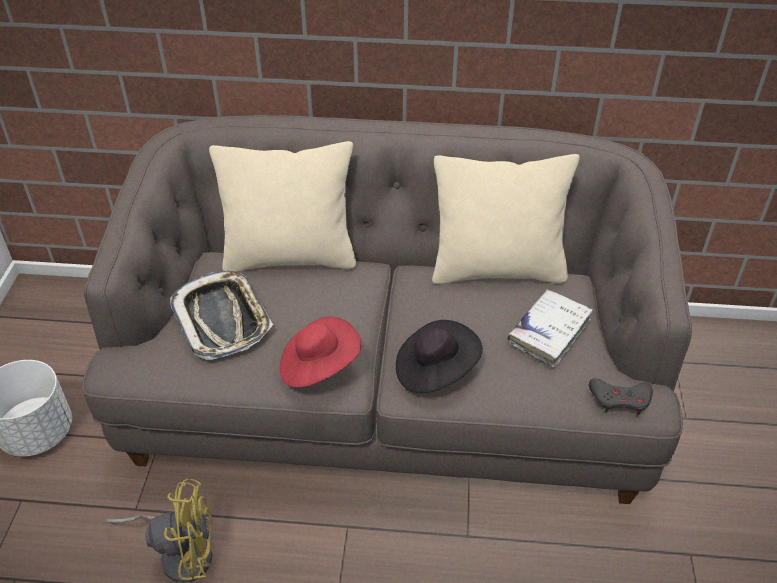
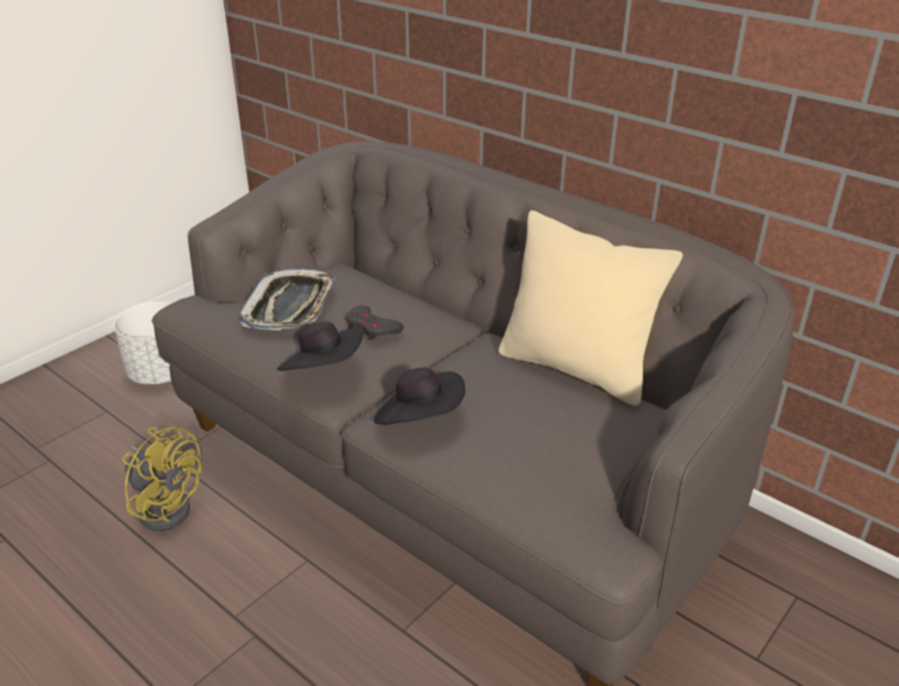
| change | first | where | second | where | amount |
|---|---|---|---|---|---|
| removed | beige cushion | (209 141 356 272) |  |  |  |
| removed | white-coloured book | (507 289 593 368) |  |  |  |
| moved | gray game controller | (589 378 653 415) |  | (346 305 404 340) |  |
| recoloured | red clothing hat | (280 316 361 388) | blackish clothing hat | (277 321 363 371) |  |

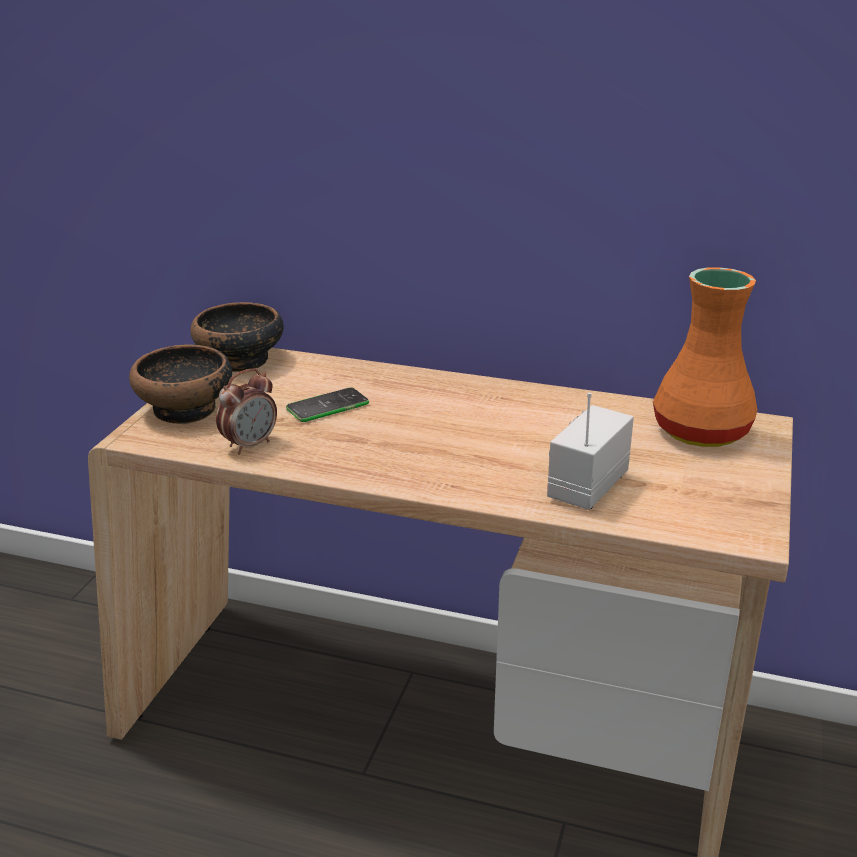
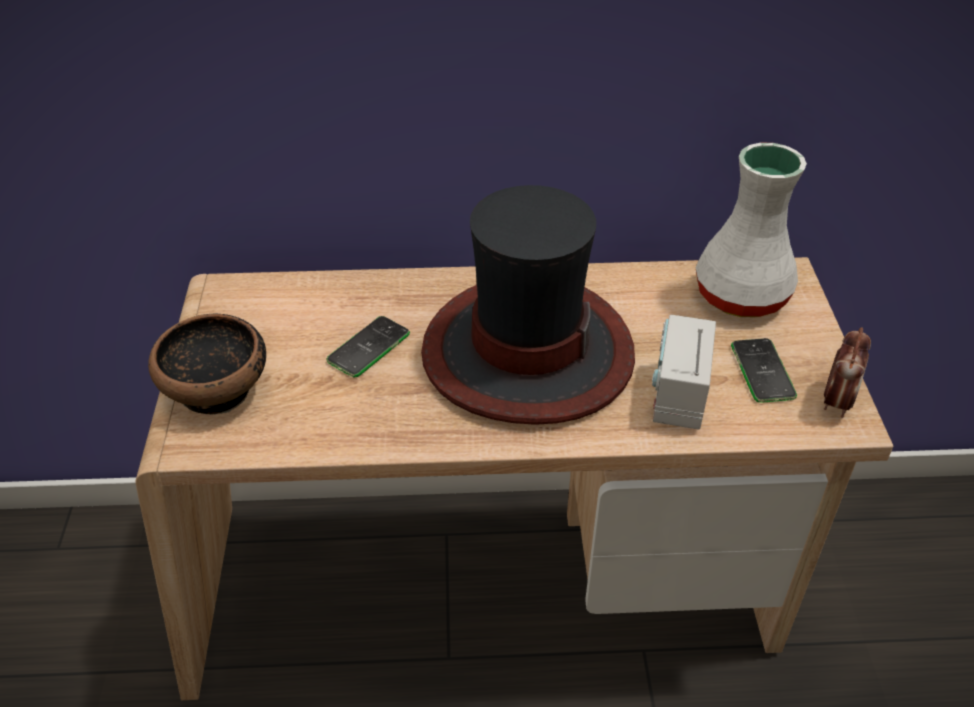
| change | first | where | second | where | amount |
|---|---|---|---|---|---|
| removed | deep dish | (190 302 284 372) |  |  |  |
| added |  |  | clothing hat | (421 185 635 425) |  |
| added |  |  | telephone | (731 338 797 403) |  |
| moved | alarm clock | (216 368 277 455) |  | (824 327 871 418) |  |
| recoloured | orange flower vase | (653 267 757 447) | white-coloured flower vase | (695 143 807 317) |  |

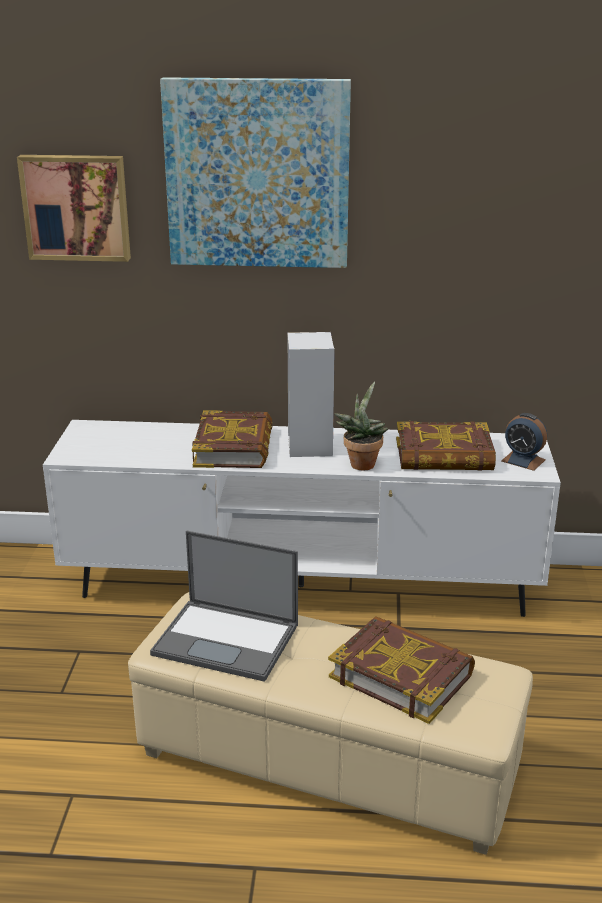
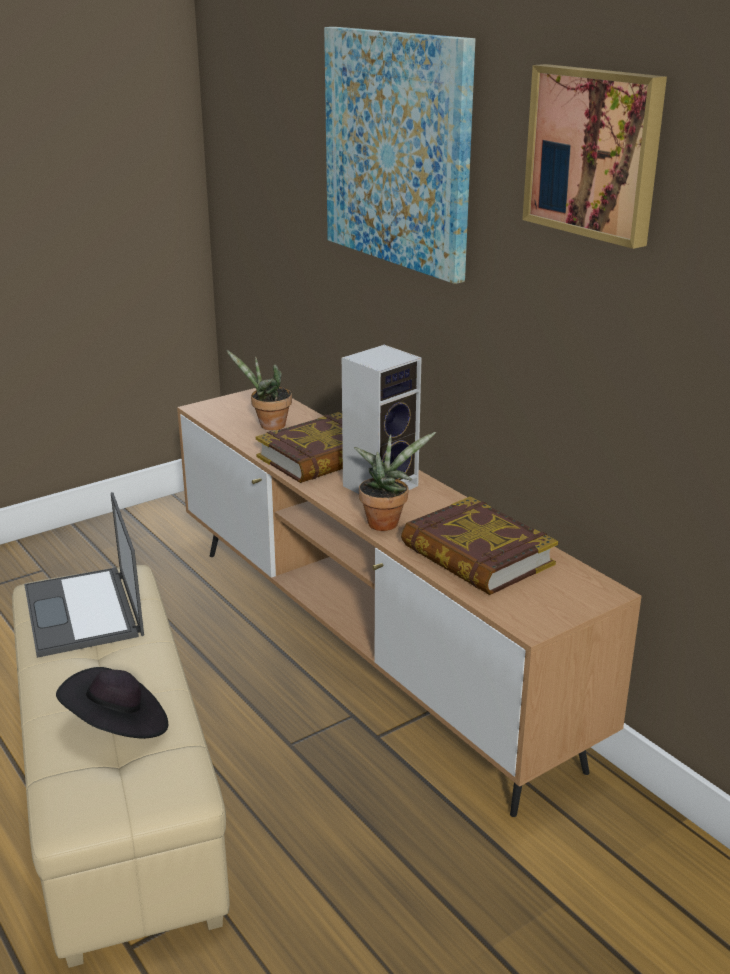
| change | first | where | second | where | amount |
|---|---|---|---|---|---|
| removed | alarm clock | (501 413 547 471) |  |  |  |
| added |  |  | potted plant | (226 350 292 430) |  |
| moved | wall art | (17 155 131 262) |  | (522 64 667 249) |  |
| replaced | book | (328 616 475 724) | blackish clothing hat | (56 667 168 739) |  |
| recoloured | white-coloured tv unit | (43 420 561 617) | brown tv unit | (177 388 642 817) |  |

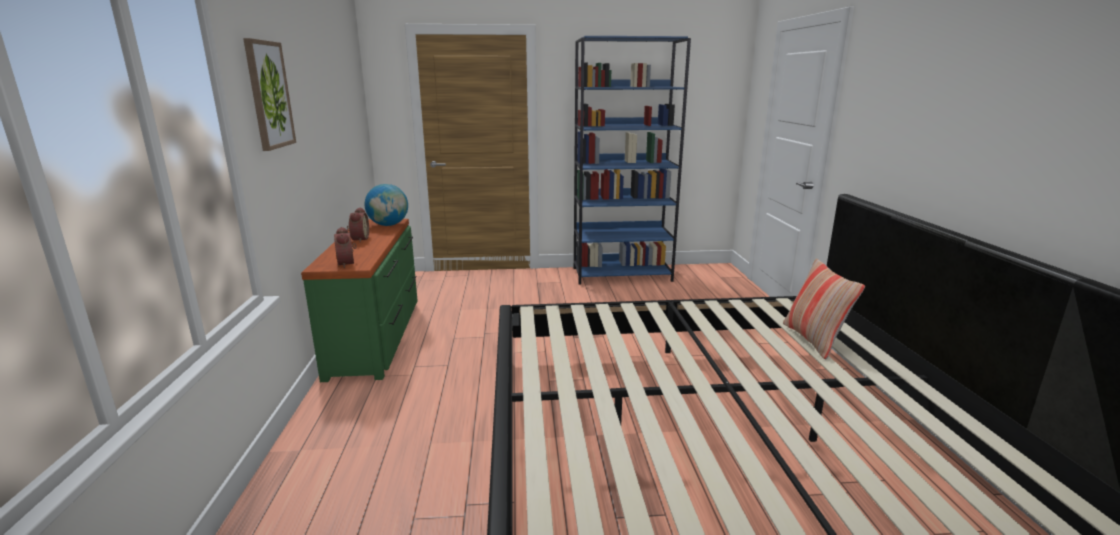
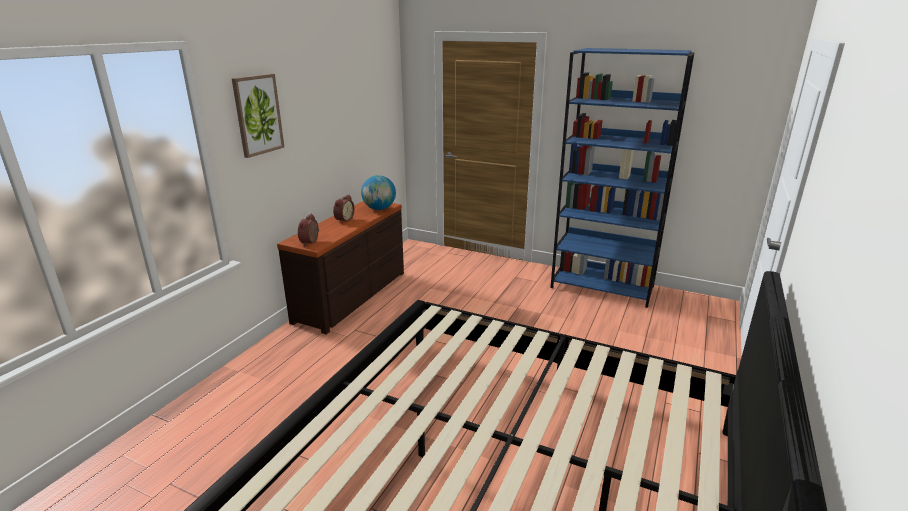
| change | first | where | second | where | amount |
|---|---|---|---|---|---|
| removed | cushion | (783 259 865 359) |  |  |  |
| recoloured | greenish drawer chest | (301 219 418 382) | brown drawer chest | (277 201 404 334) |  |

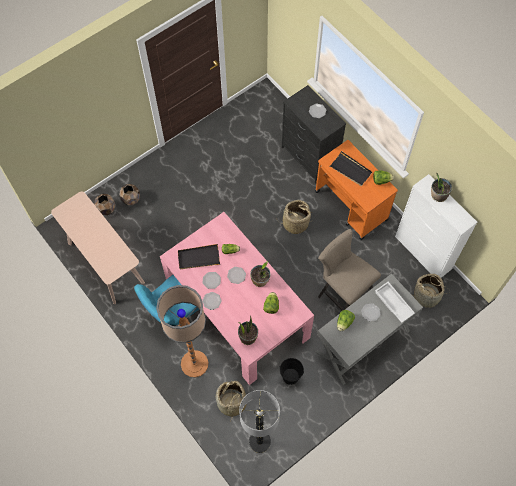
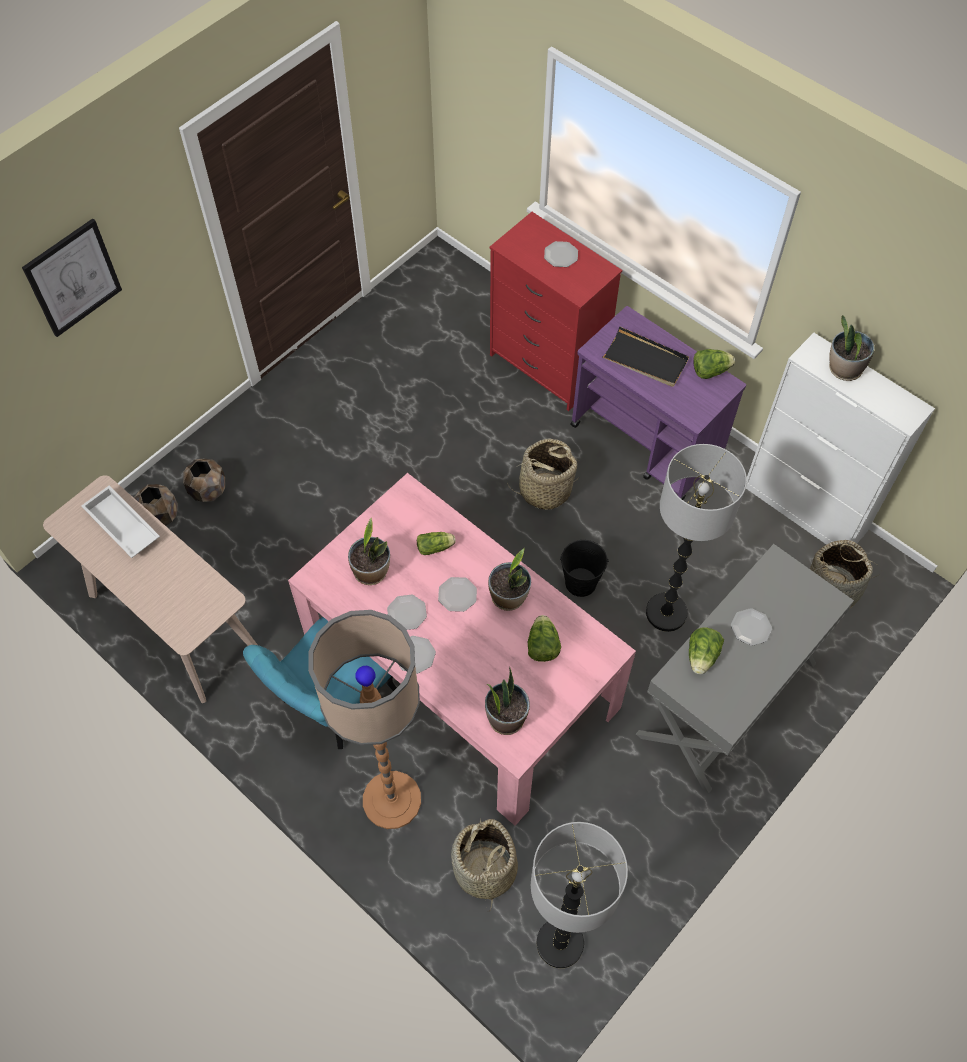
| change | first | where | second | where | amount |
|---|---|---|---|---|---|
| added |  |  | wall art | (22 218 122 337) |  |
| moved | blackish water bucket | (279 358 304 385) |  | (560 540 609 597) |  |
| moved | white-coloured serving tray | (375 282 415 323) |  | (81 486 160 558) |  |
| replaced | blackish serving tray | (178 244 220 269) | potted plant | (348 518 390 585) |  |
| replaced | beige stool seat | (318 229 381 310) | standard lamp | (646 444 747 632) |  |
| recoloured | blackish drawer chest | (282 85 346 184) | red drawer chest | (490 212 622 411) |  |
| recoloured | orange wheeled cart | (315 140 398 240) | purplish wheeled cart | (570 306 746 500) |  |

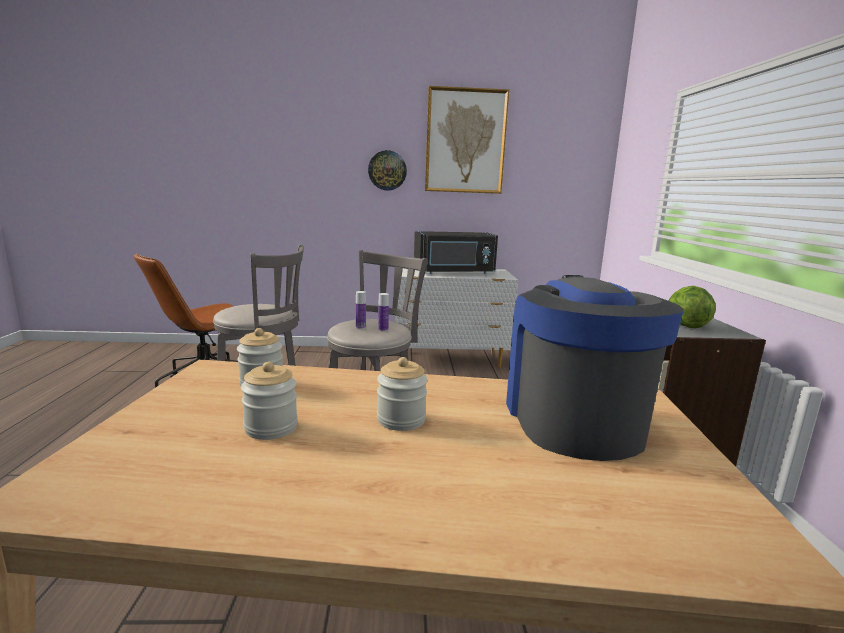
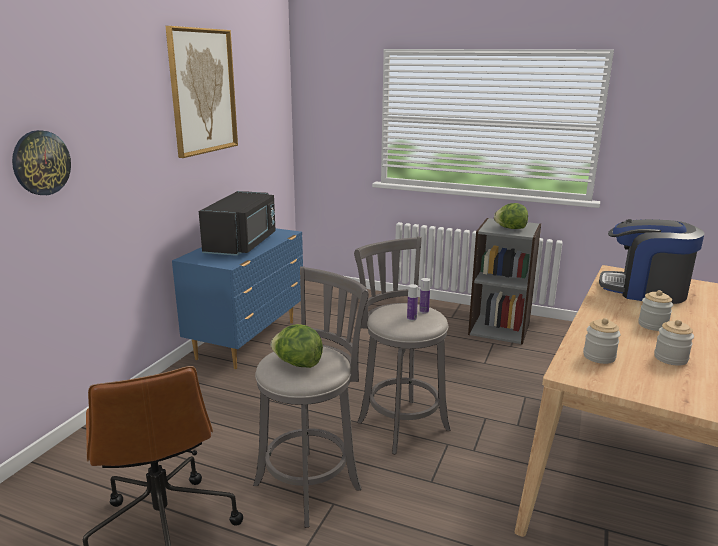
| change | first | where | second | where | amount |
|---|---|---|---|---|---|
| added |  |  | lettuce head | (271 324 323 368) |  |
| moved | hanging clock | (368 150 407 191) |  | (12 130 71 195) |  |
| recoloured | white-coloured drawer chest | (395 268 518 368) | blue-coloured drawer chest | (172 228 303 369) |  |

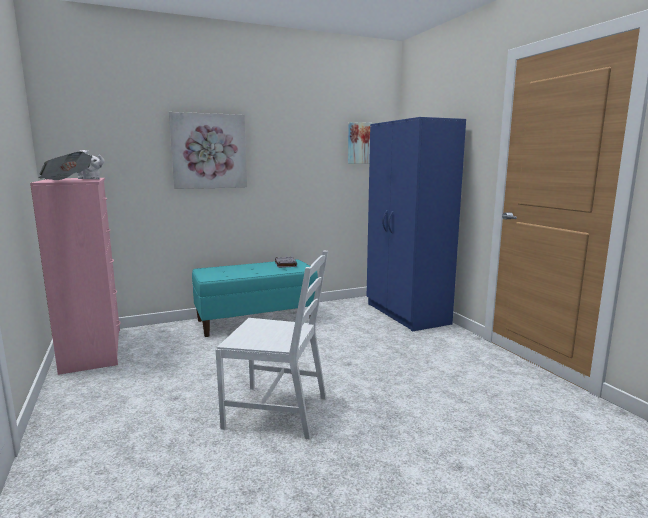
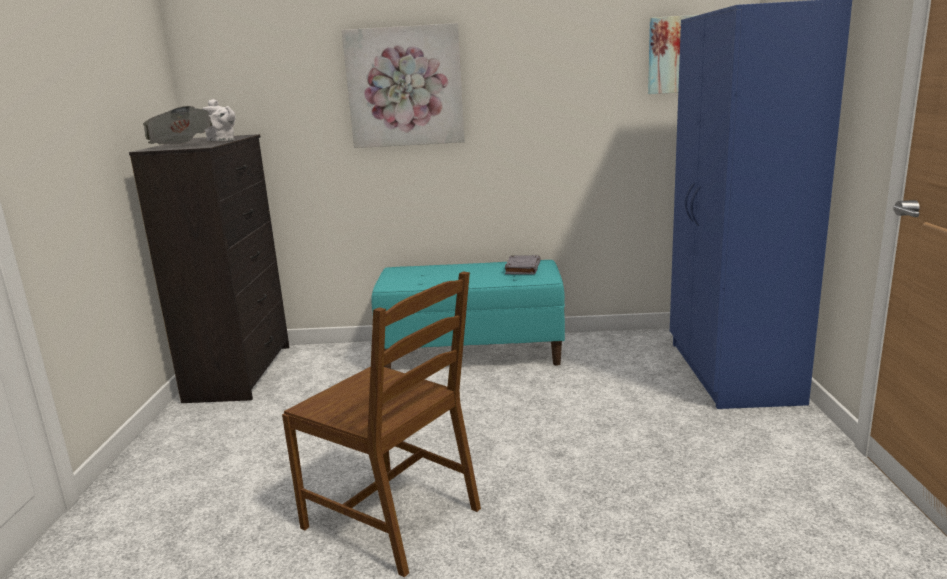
| change | first | where | second | where | amount |
|---|---|---|---|---|---|
| recoloured | pinkish drawer chest | (30 178 121 375) | blackish drawer chest | (129 134 289 403) |  |
| recoloured | white-coloured chair | (216 251 328 439) | brown chair | (282 271 481 578) |  |

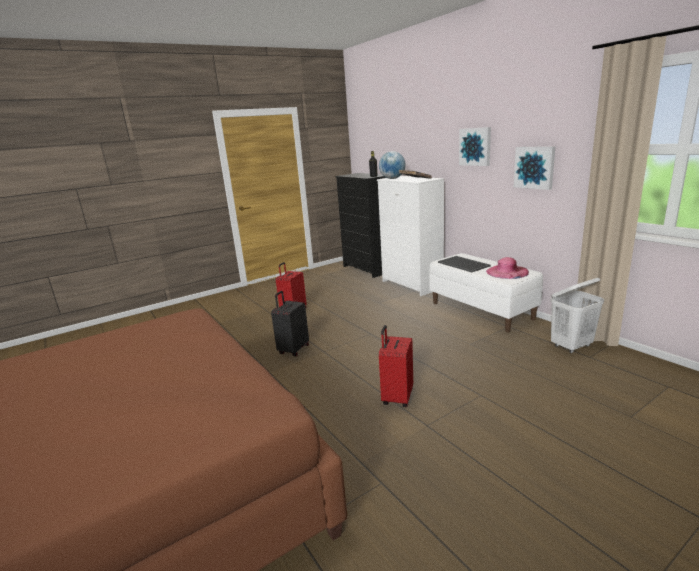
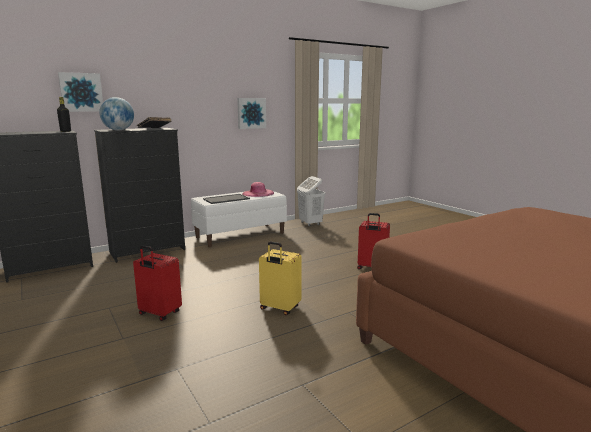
| change | first | where | second | where | amount |
|---|---|---|---|---|---|
| moved | wall art | (459 127 491 166) |  | (58 72 103 112) |  |
| recoloured | blackish piece of luggage | (271 291 309 356) | yellow-coloured piece of luggage | (259 241 302 315) |  |
| recoloured | white-coloured drawer chest | (377 176 444 296) | blackish drawer chest | (94 128 185 263) |  |

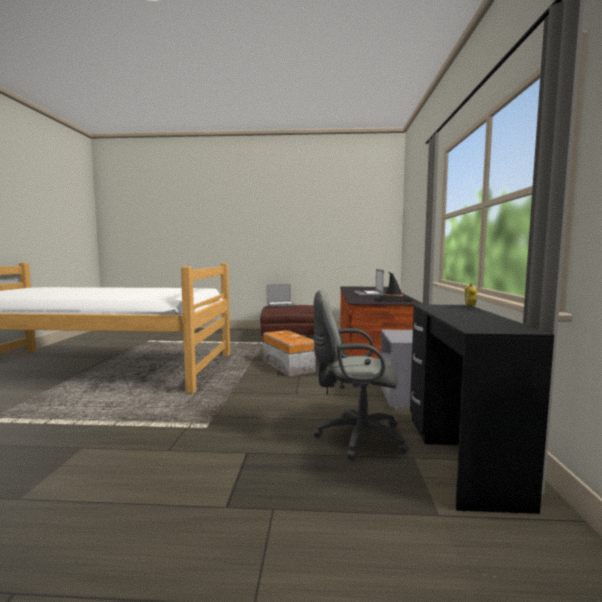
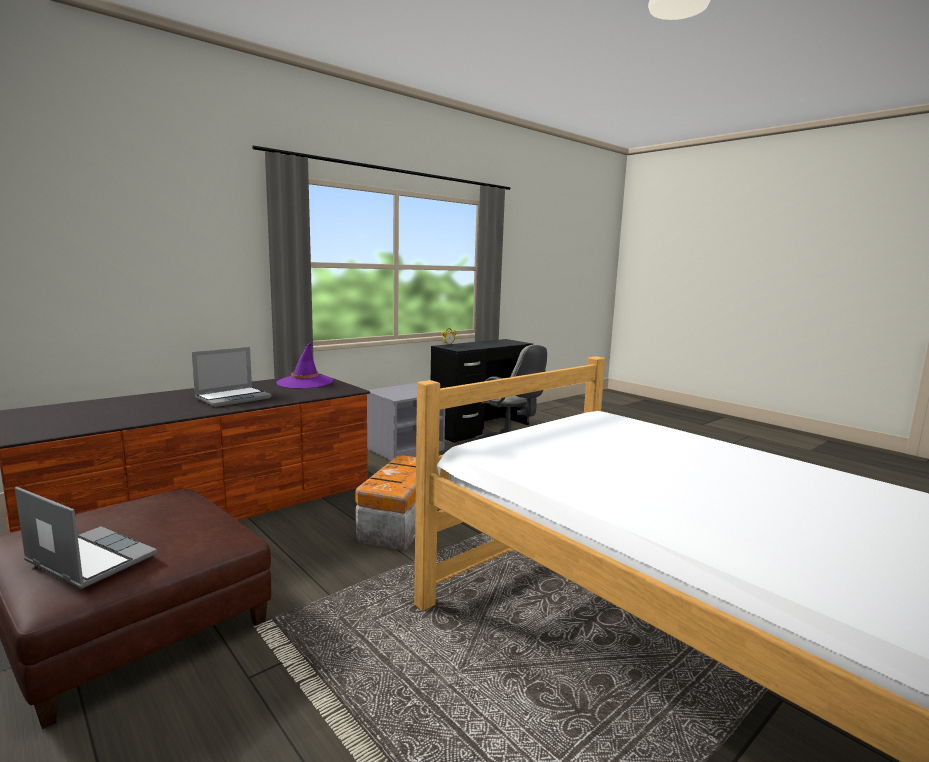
| change | first | where | second | where | amount |
|---|---|---|---|---|---|
| recoloured | blackish clothing hat | (374 272 414 301) | purplish clothing hat | (277 343 333 389) |  |

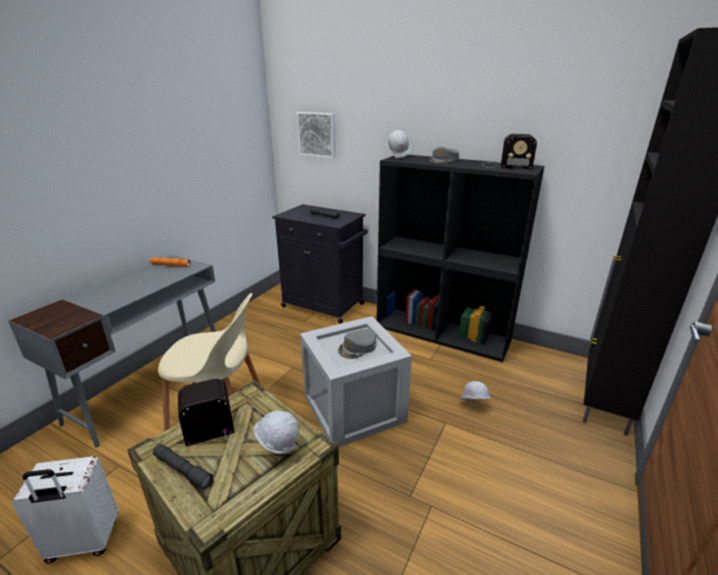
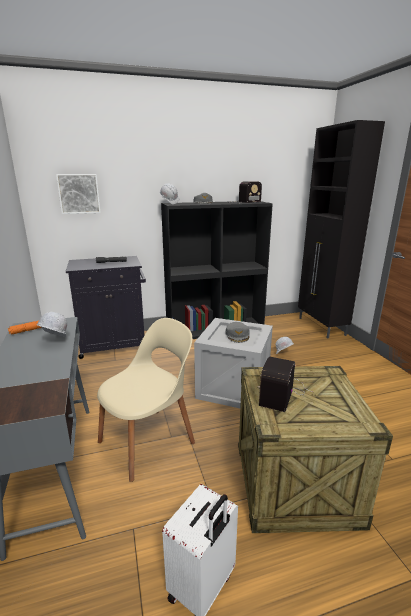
| change | first | where | second | where | amount |
|---|---|---|---|---|---|
| removed | gray flashlight | (153 444 213 490) |  |  |  |
| moved | white-coloured hard hat | (253 411 299 453) |  | (37 311 67 338) |  |

